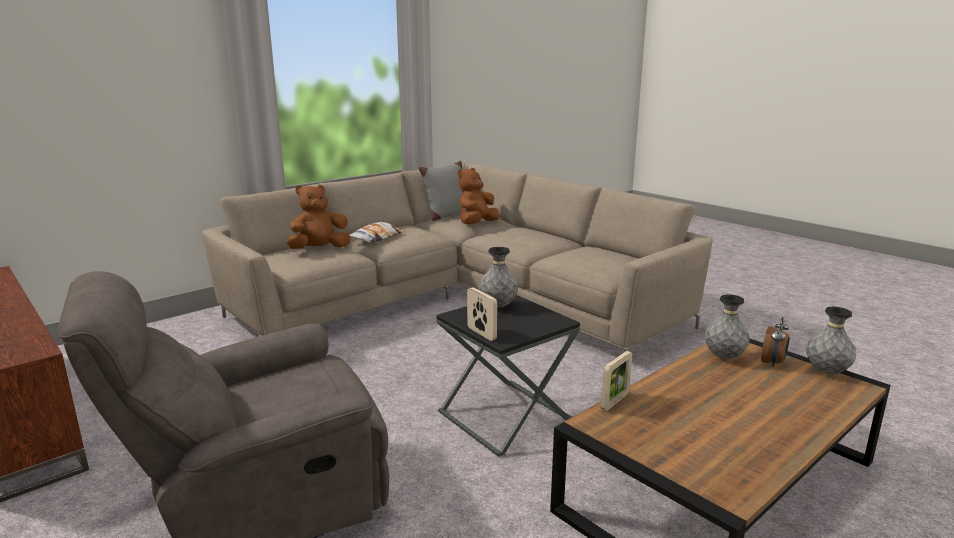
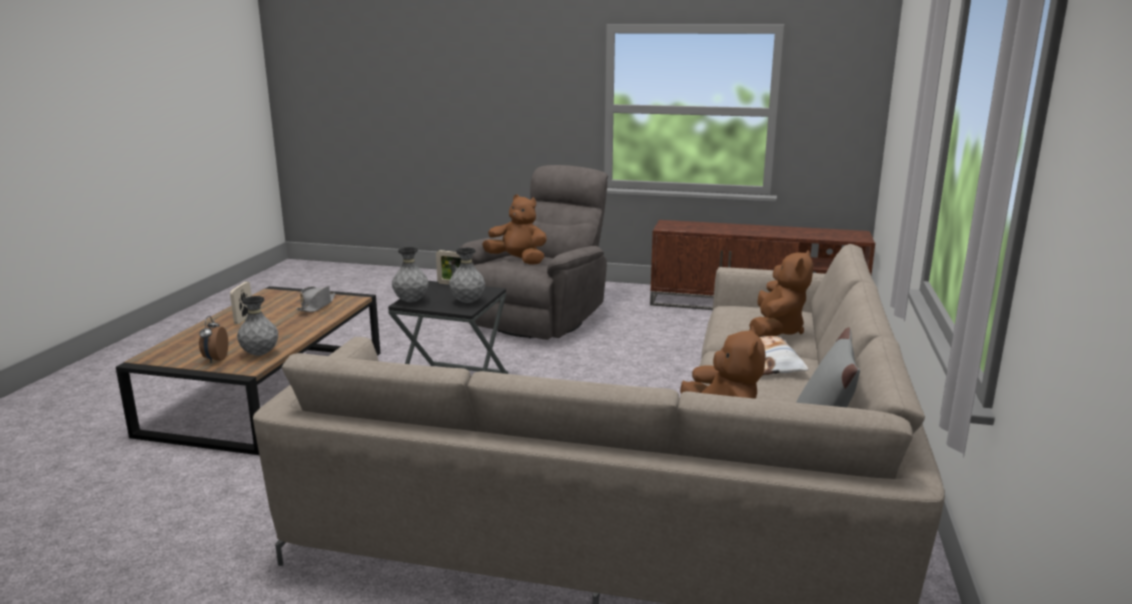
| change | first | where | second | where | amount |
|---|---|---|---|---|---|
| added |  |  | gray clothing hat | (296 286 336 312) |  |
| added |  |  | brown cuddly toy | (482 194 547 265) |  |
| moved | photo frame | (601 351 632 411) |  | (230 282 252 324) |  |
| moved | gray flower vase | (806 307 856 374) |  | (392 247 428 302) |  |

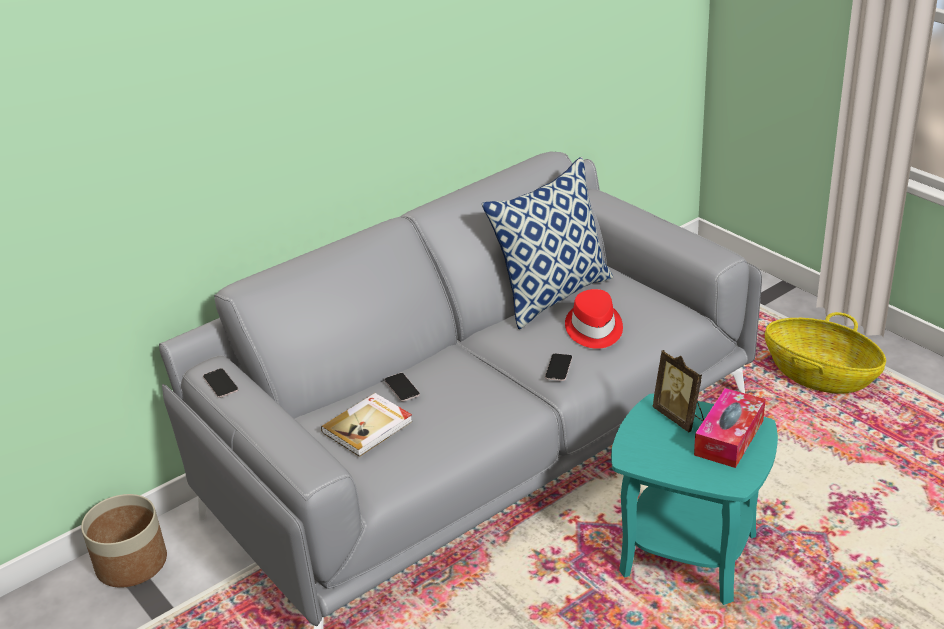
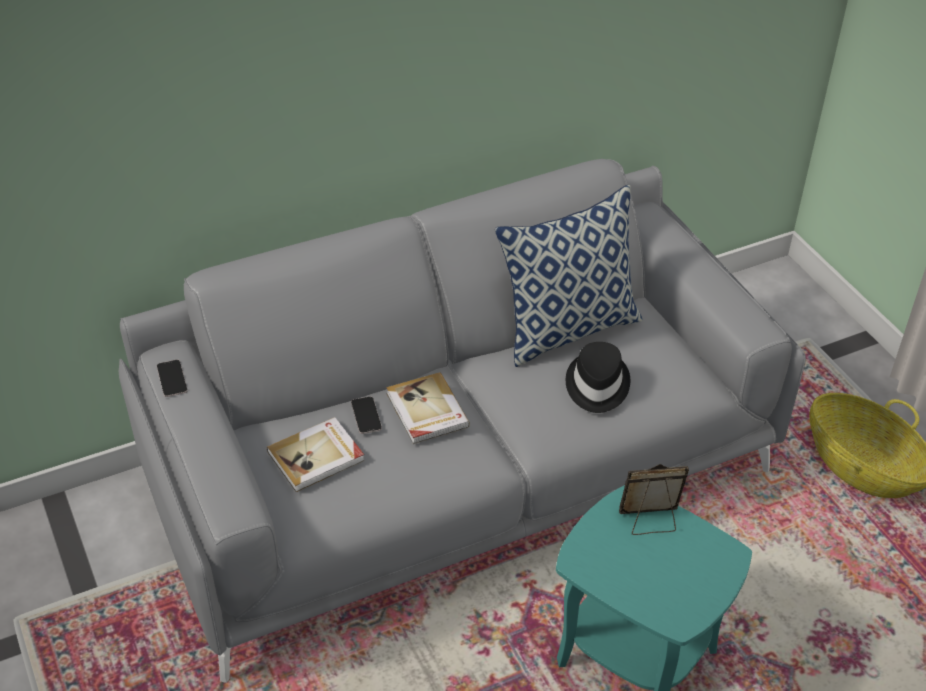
| change | first | where | second | where | amount |
|---|---|---|---|---|---|
| removed | planter | (81 494 167 588) |  |  |  |
| removed | telephone | (545 353 572 381) |  |  |  |
| removed | box of tissues | (694 388 765 468) |  |  |  |
| added |  |  | book | (386 372 470 444) |  |
| recoloured | red clothing hat | (565 289 623 349) | blackish clothing hat | (566 342 630 413) |  |
| turned | photo frame | (652 350 704 432) |  | (619 464 689 535) | 105 degrees clockwise |

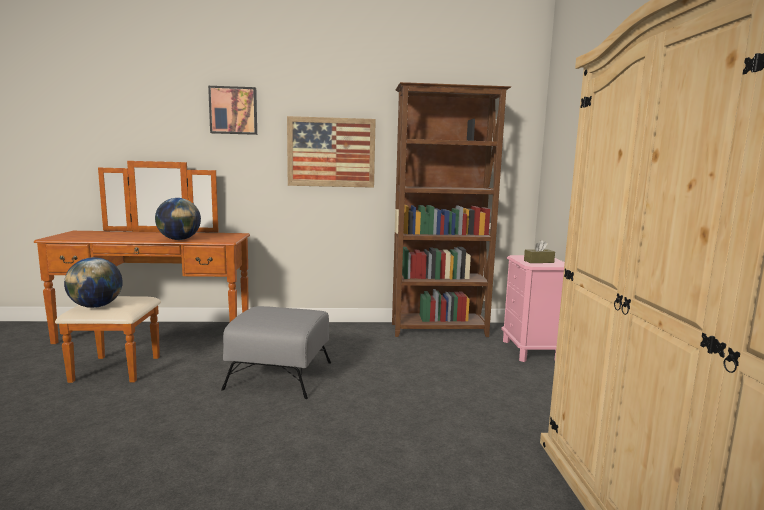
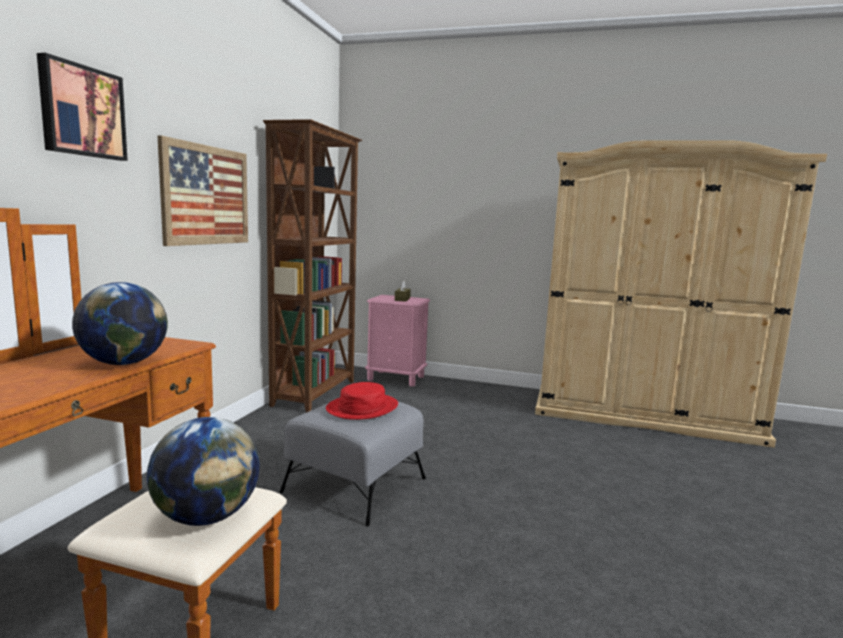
| change | first | where | second | where | amount |
|---|---|---|---|---|---|
| added |  |  | red clothing hat | (326 382 398 420) |  |

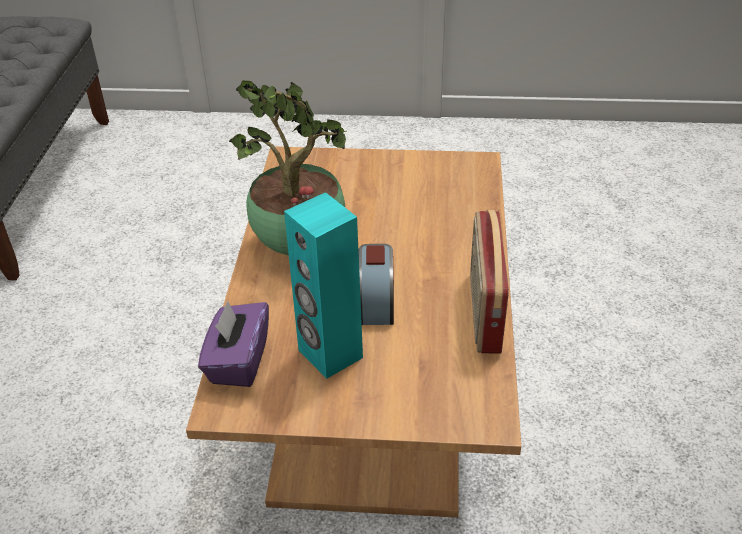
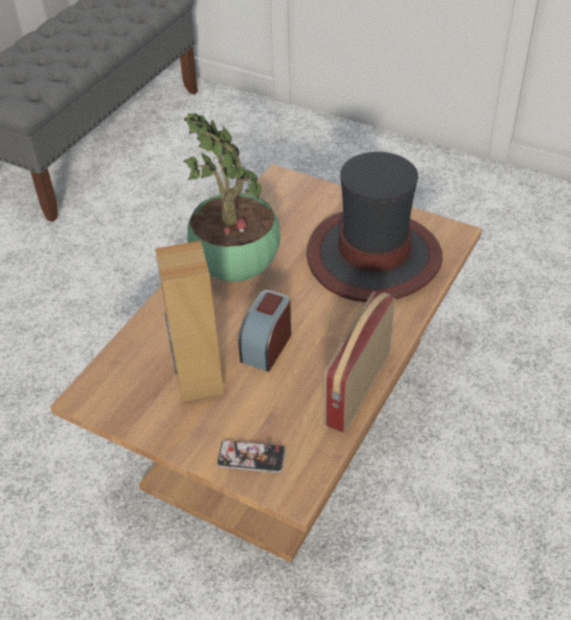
| change | first | where | second | where | amount |
|---|---|---|---|---|---|
| removed | purplish box of tissues | (198 300 269 387) |  |  |  |
| added |  |  | telephone | (217 440 286 473) |  |
| added |  |  | clothing hat | (307 152 443 302) |  |
| recoloured | turquoise loudspeaker | (284 192 363 379) | brown loudspeaker | (155 241 224 402) |  |

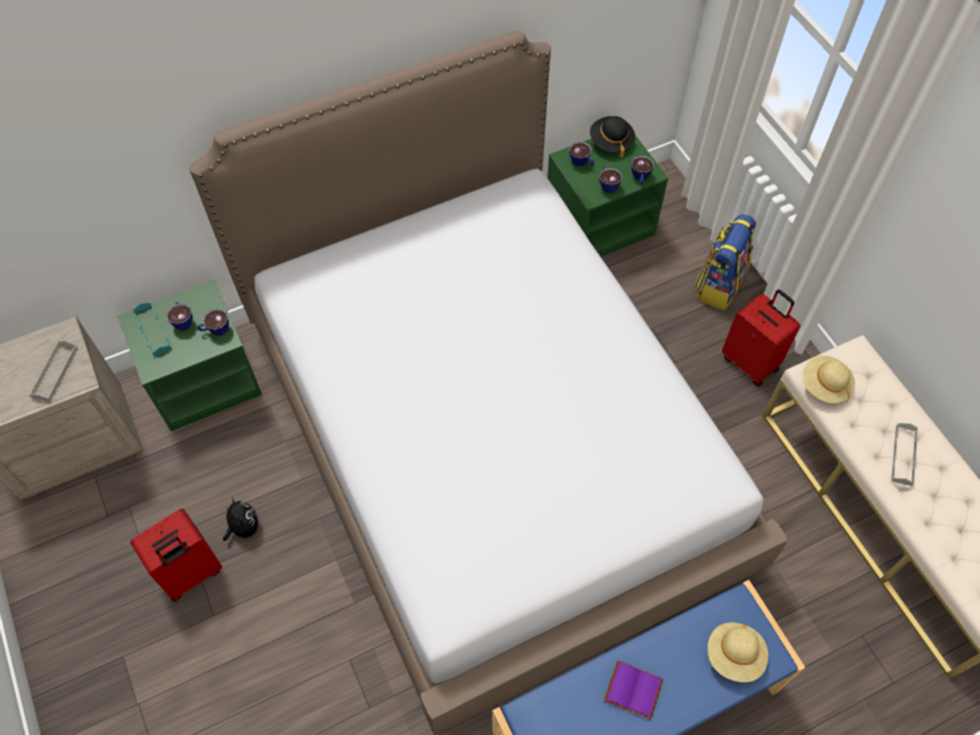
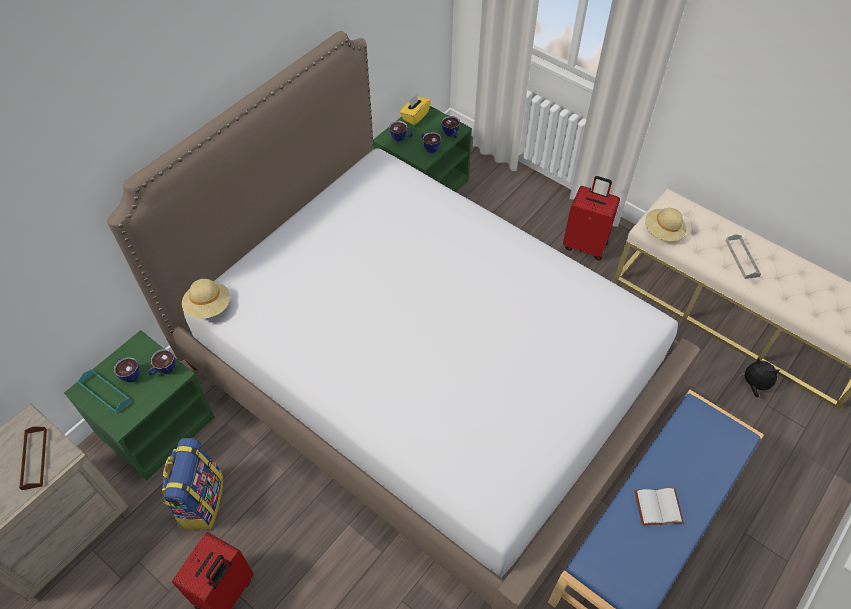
| change | first | where | second | where | amount |
|---|---|---|---|---|---|
| moved | cuddly toy | (223 498 259 541) |  | (739 358 780 397) |  |
| moved | rucksack | (695 214 756 310) |  | (162 438 224 530) |  |
| moved | beige clothing hat | (708 623 768 682) |  | (182 279 230 319) |  |
| replaced | blackish clothing hat | (590 116 635 158) | yellow-coloured box of tissues | (400 94 431 125) |  |
| recoloured | gray serving tray | (29 341 78 402) | brown serving tray | (19 427 47 490) |  |
| recoloured | purplish book | (604 661 663 720) | white-coloured book | (634 488 684 526) |  |

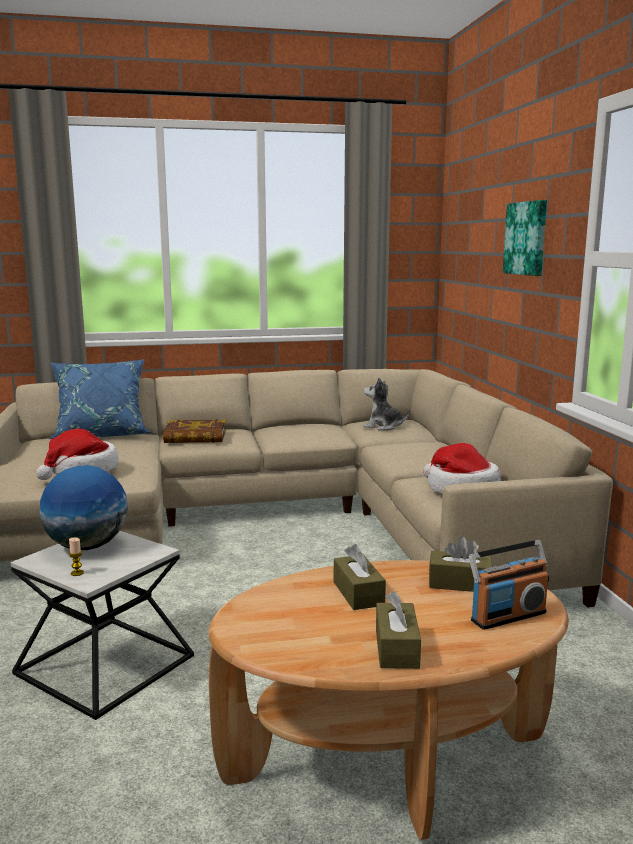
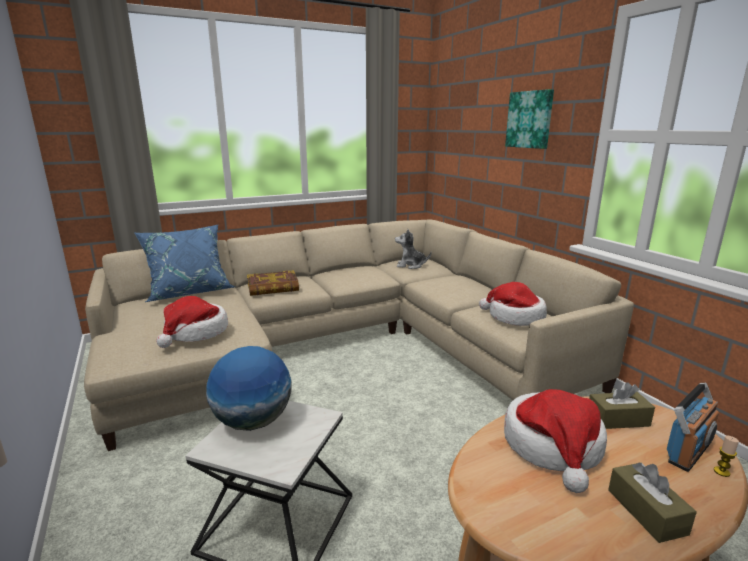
| change | first | where | second | where | amount |
|---|---|---|---|---|---|
| moved | wax candle | (69 538 84 576) |  | (714 436 739 477) |  |
| replaced | brown box of tissues | (334 544 386 610) | clothing hat | (504 389 607 493) |  |

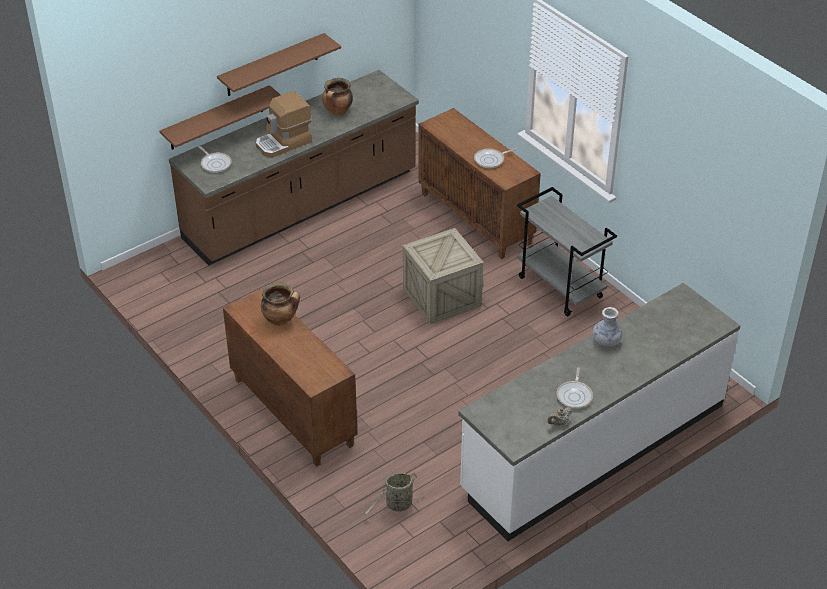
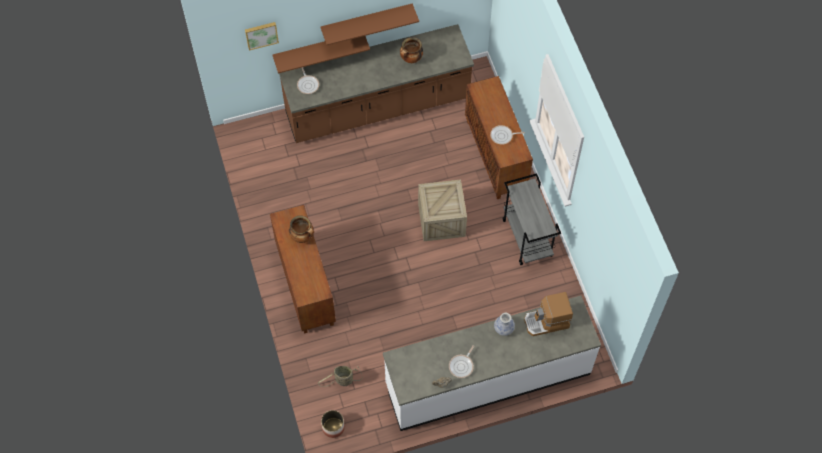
| change | first | where | second | where | amount |
|---|---|---|---|---|---|
| added |  |  | wall art | (245 22 279 51) |  |
| added |  |  | planter | (321 410 345 438) |  |
| moved | coffee maker | (256 91 312 158) |  | (524 292 573 336) |  |

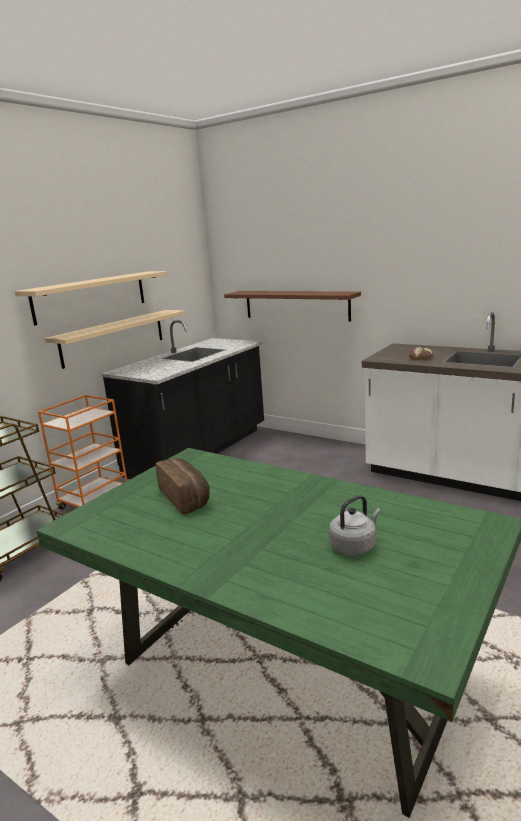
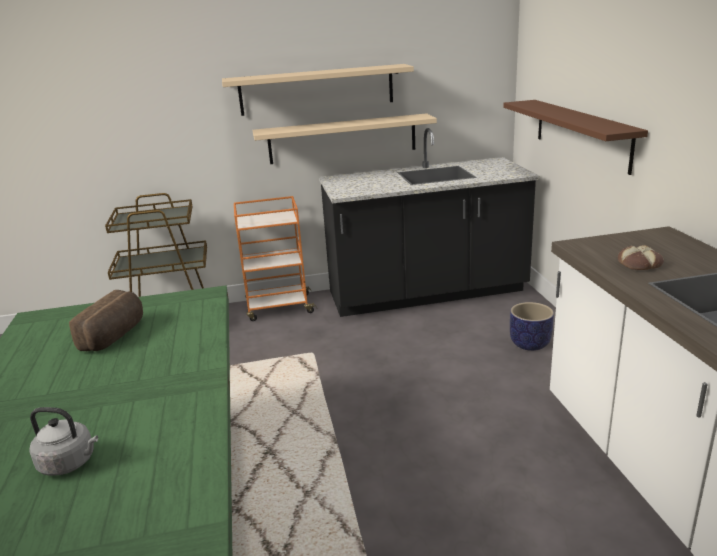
| change | first | where | second | where | amount |
|---|---|---|---|---|---|
| added |  |  | planter | (510 302 554 351) |  |

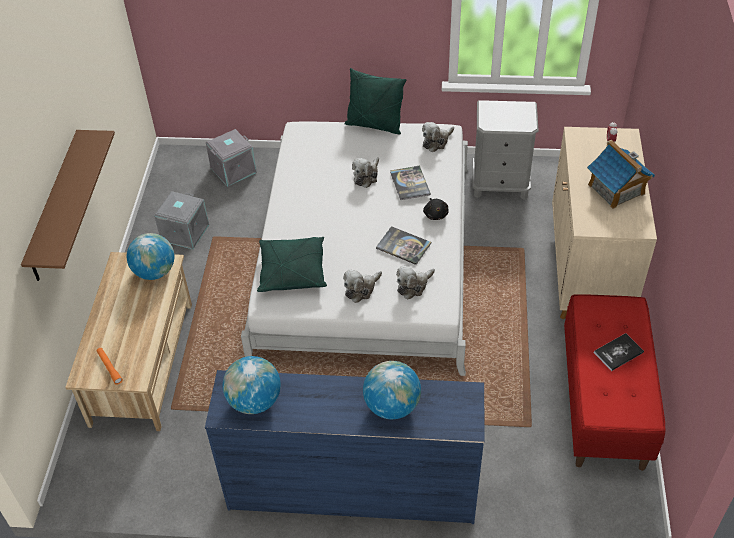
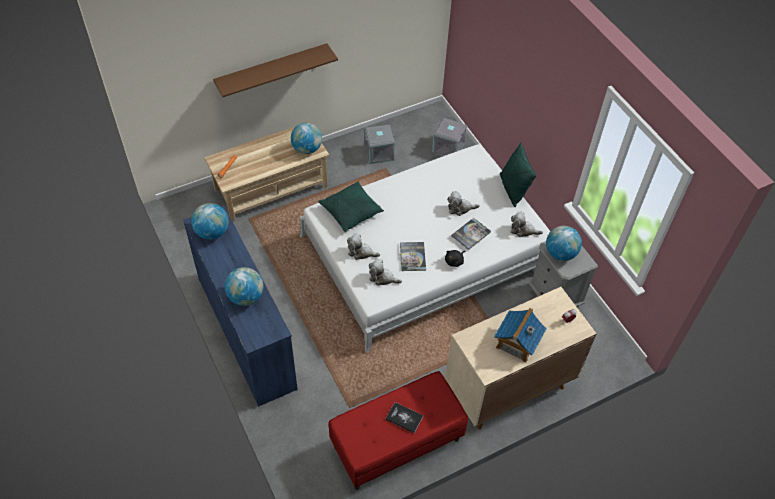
| change | first | where | second | where | amount |
|---|---|---|---|---|---|
| added |  |  | world globe | (546 226 582 261) |  |

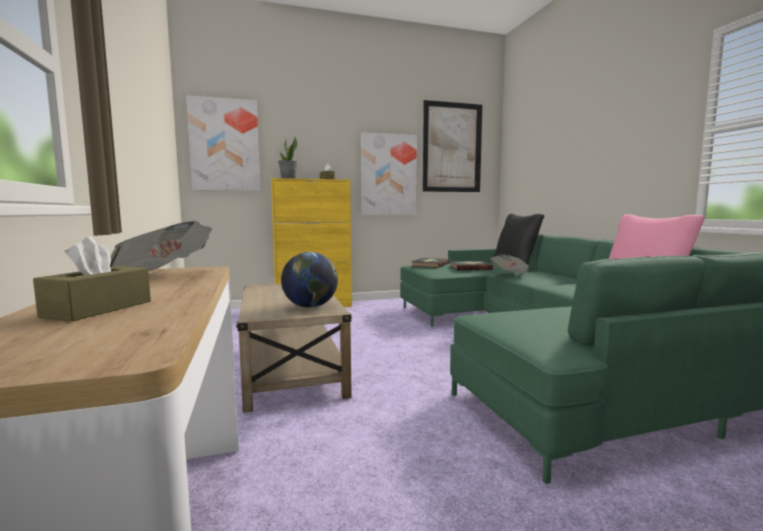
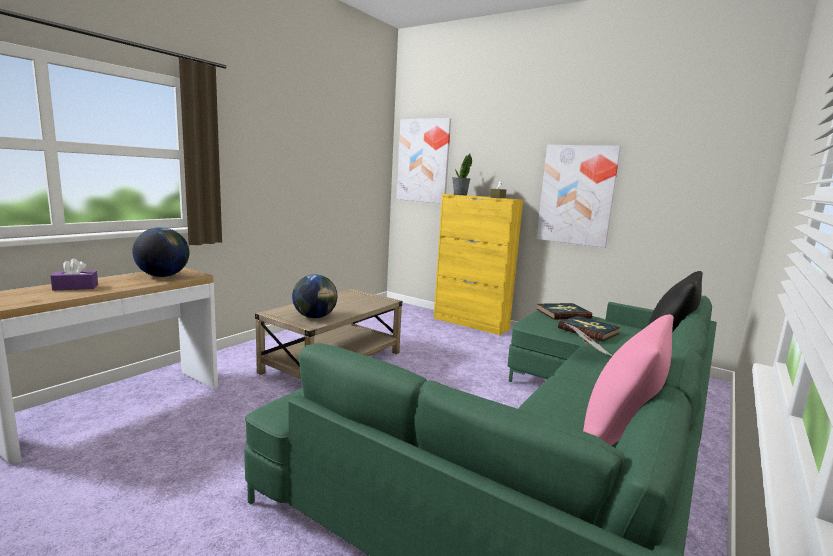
| change | first | where | second | where | amount |
|---|---|---|---|---|---|
| removed | wall art | (423 100 482 192) |  |  |  |
| replaced | printed paper | (110 221 212 271) | world globe | (132 227 189 277) |  |
| recoloured | brown box of tissues | (33 236 151 321) | purplish box of tissues | (50 258 98 290) |  |

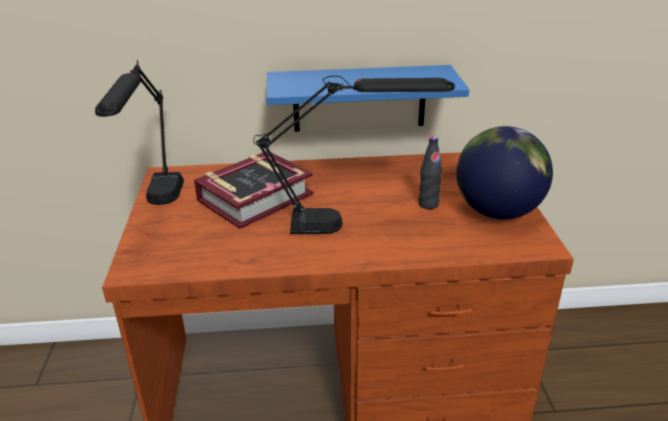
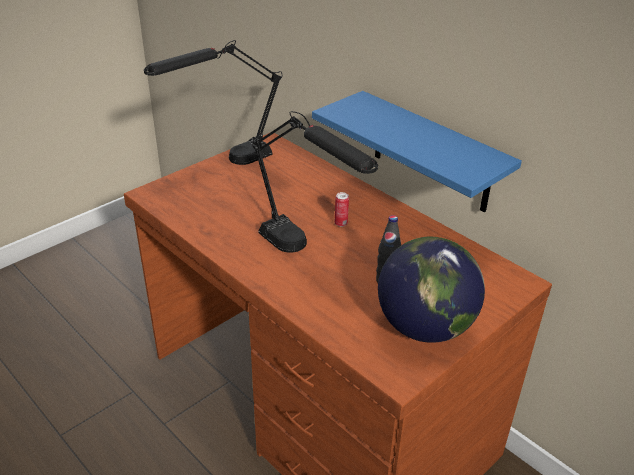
| change | first | where | second | where | amount |
|---|---|---|---|---|---|
| removed | book | (194 151 313 229) |  |  |  |
| added |  |  | can | (335 192 349 227) |  |

